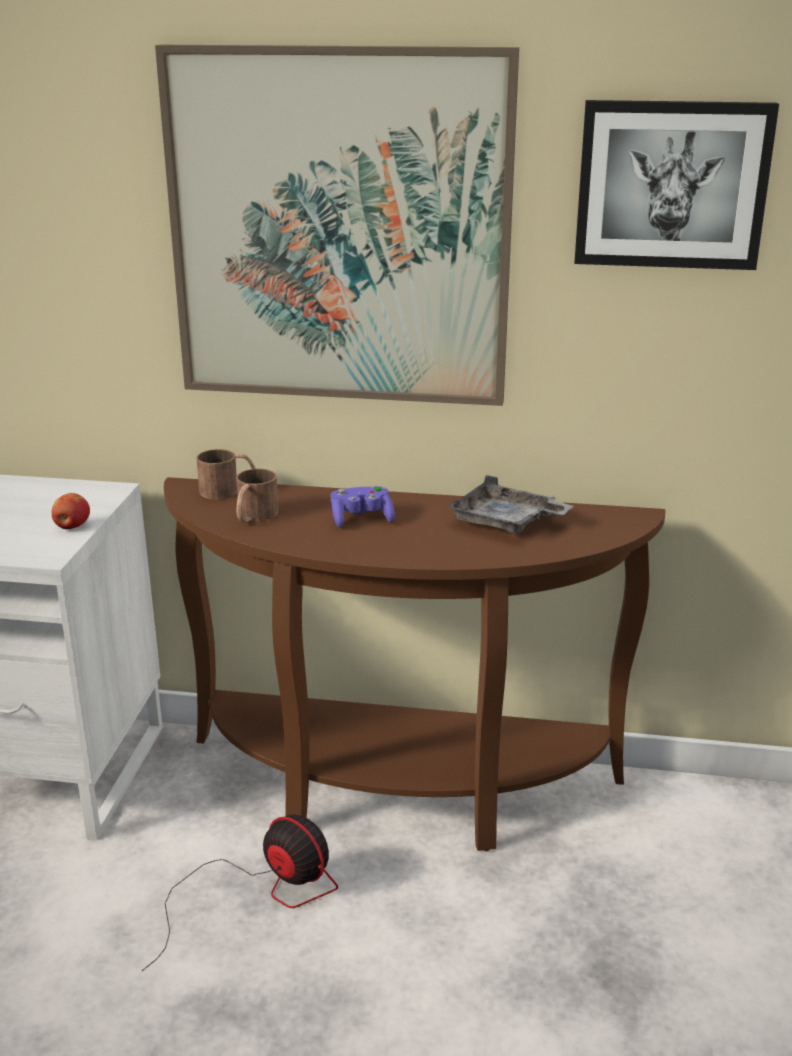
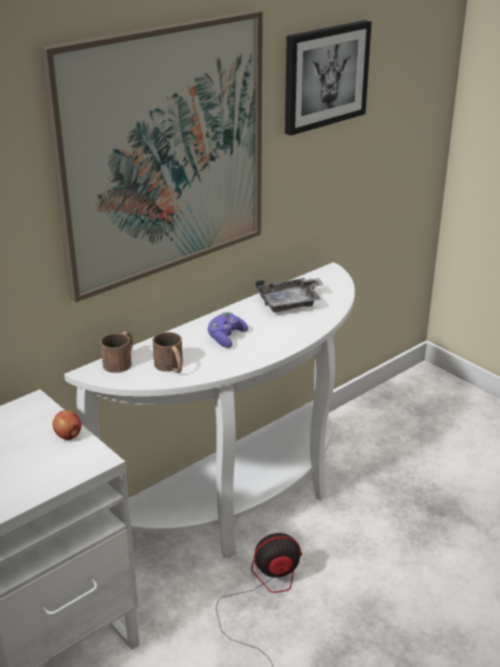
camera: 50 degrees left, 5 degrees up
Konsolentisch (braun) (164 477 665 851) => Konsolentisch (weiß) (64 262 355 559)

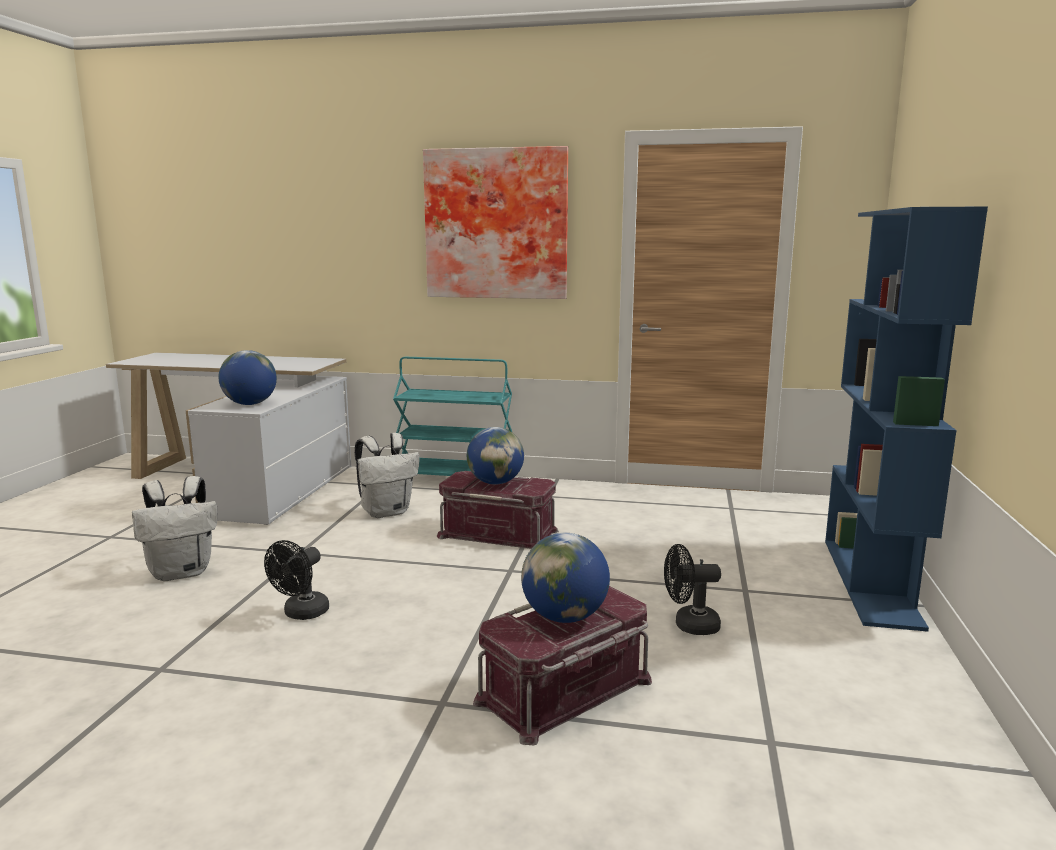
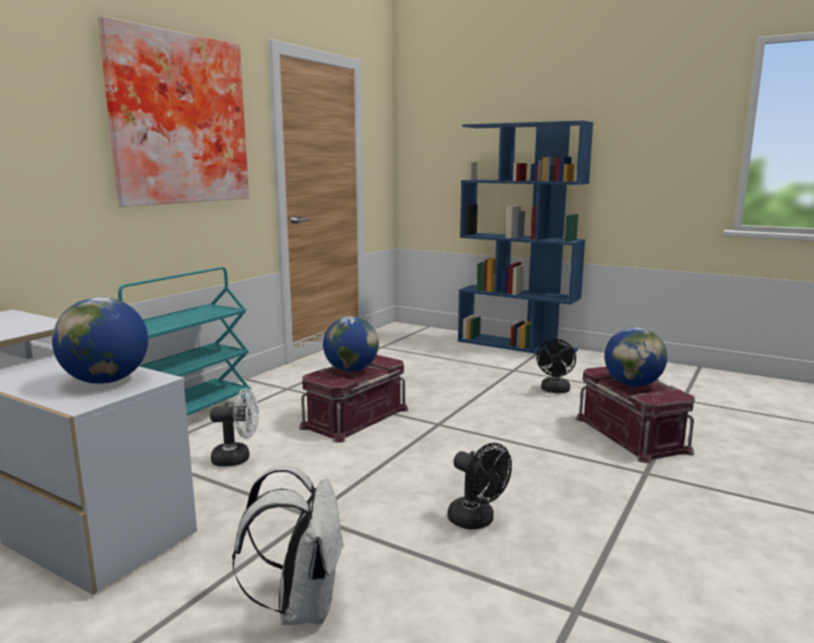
camera: 70 degrees left, 0 degrees up
Rucksack (weiß) (355 433 420 518) => Ventilator (weiß) (210 388 259 467)

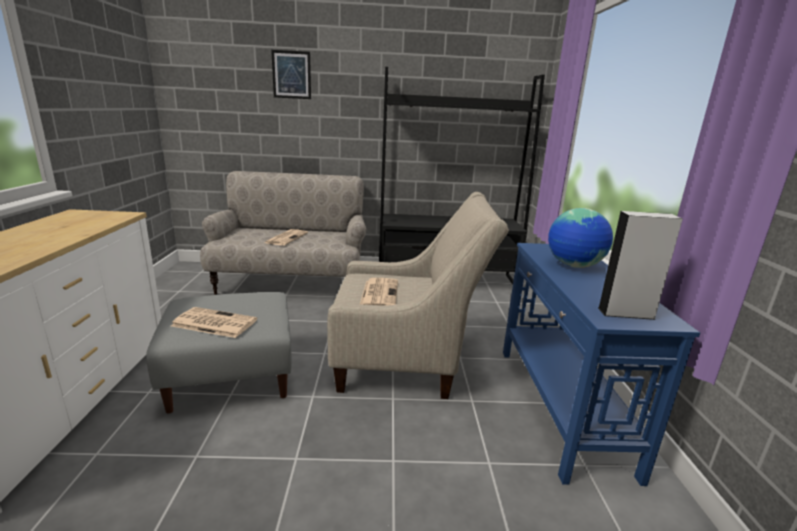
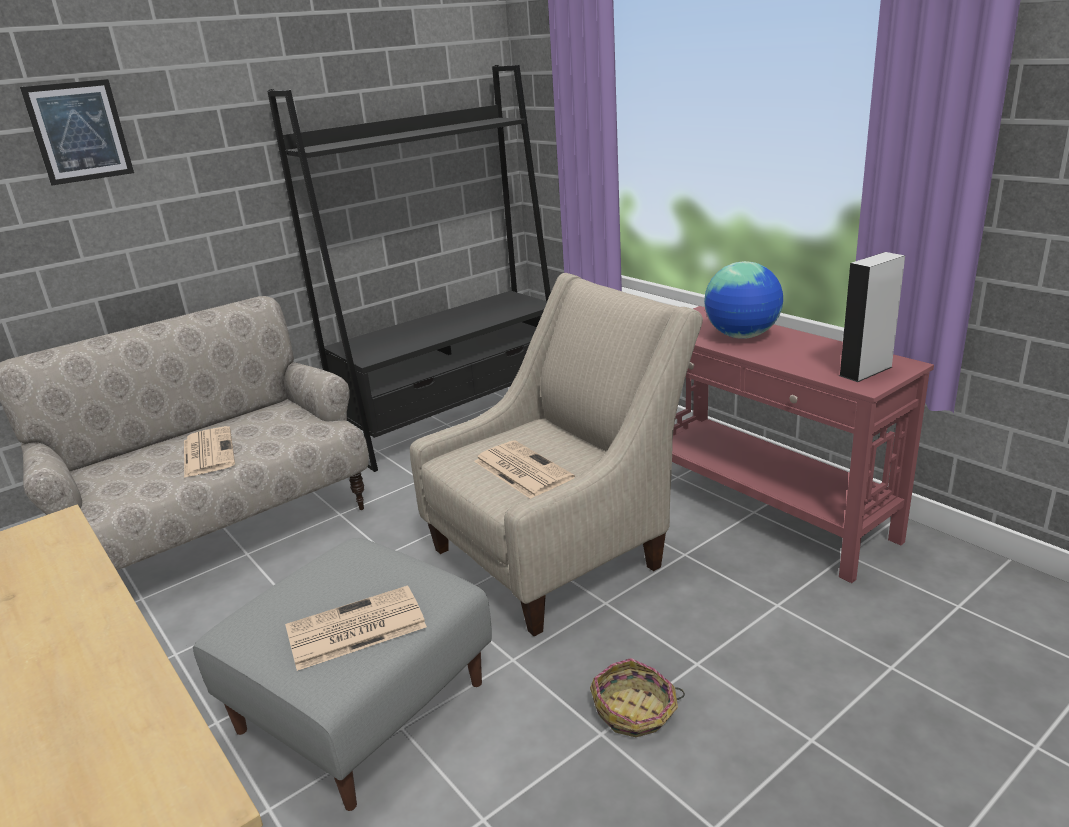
camera: 35 degrees left, 5 degrees up
nothing => Korb (590 658 685 737)
Konsolentisch (blau) (503 243 700 486) => Konsolentisch (rot) (672 306 934 583)

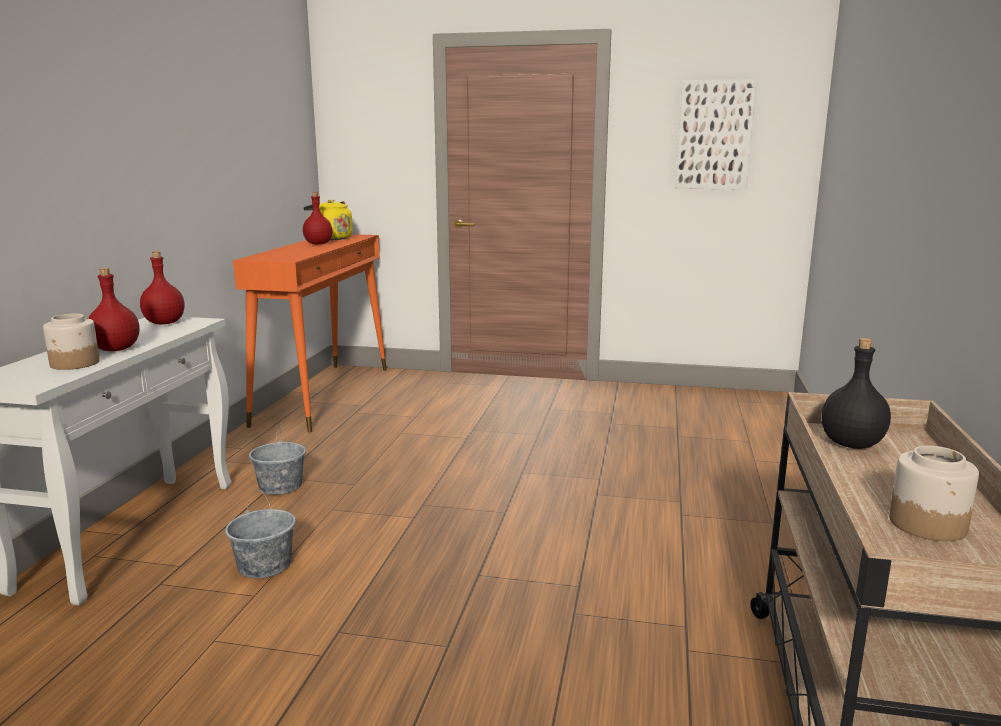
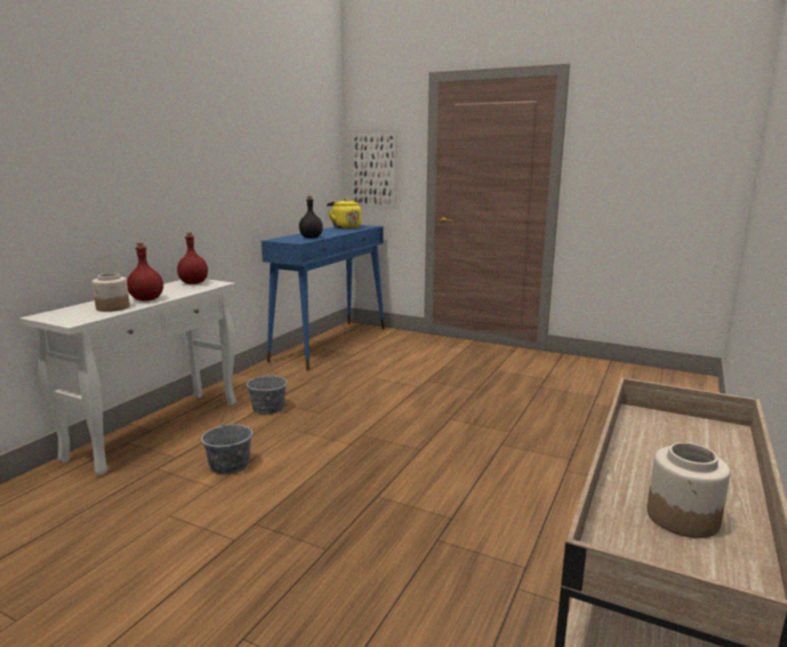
camera: 15 degrees right, 0 degrees up
Flasche (rot) (303 192 332 244) => nothing
Bild (676 79 756 190) => Bild (352 133 396 208), moved
Flasche (schwarz) (821 338 891 449) => Flasche (schwarz) (299 196 323 238), moved
Konsolentisch (orange) (233 234 387 432) => Konsolentisch (blau) (261 225 385 371)

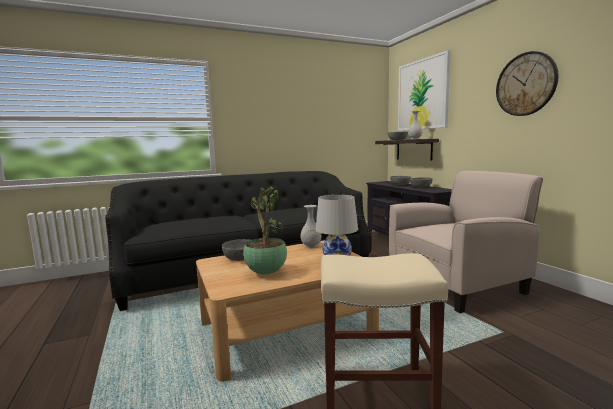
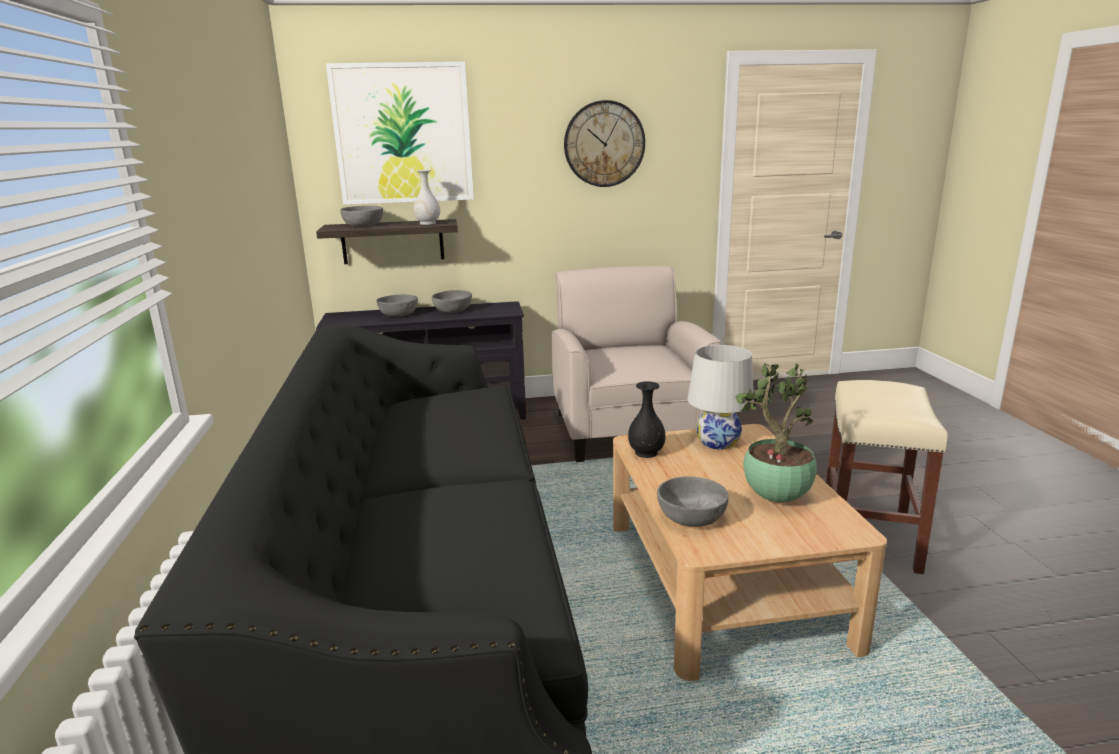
camera: 75 degrees left, 10 degrees up
Vase (weiß) (301 205 321 248) => Vase (schwarz) (628 381 666 458)

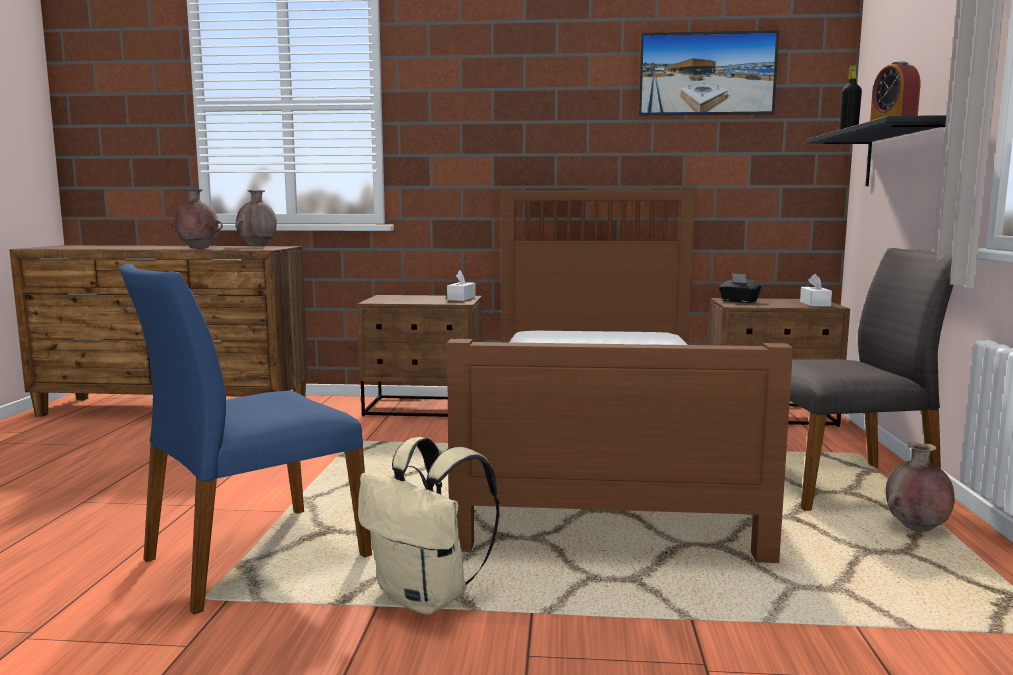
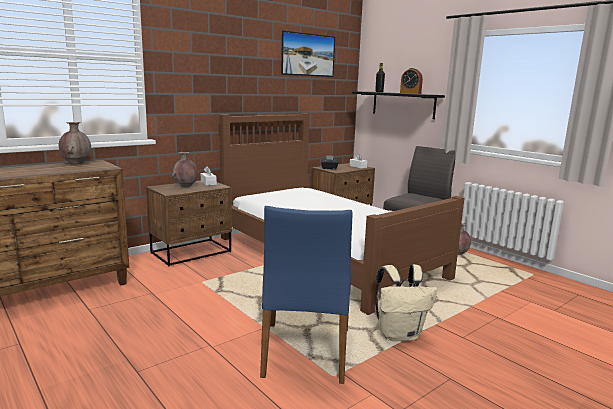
camera: 45 degrees left, 5 degrees up
Vase (braun) (171 189 223 249) => Vase (braun) (172 152 199 187), moved

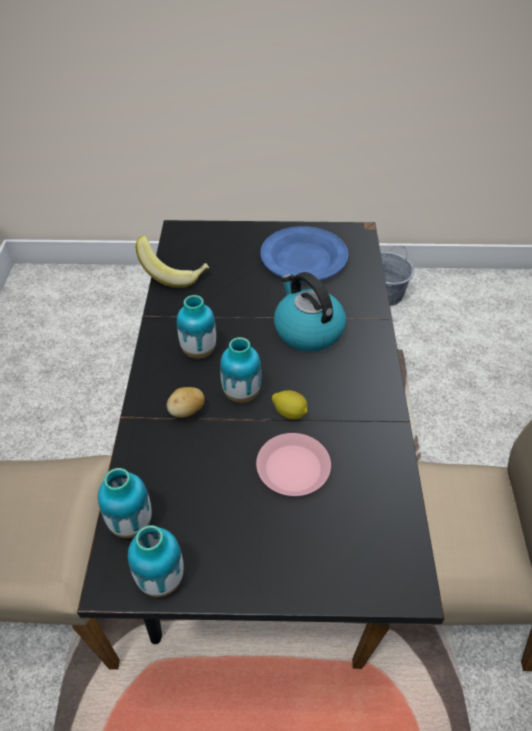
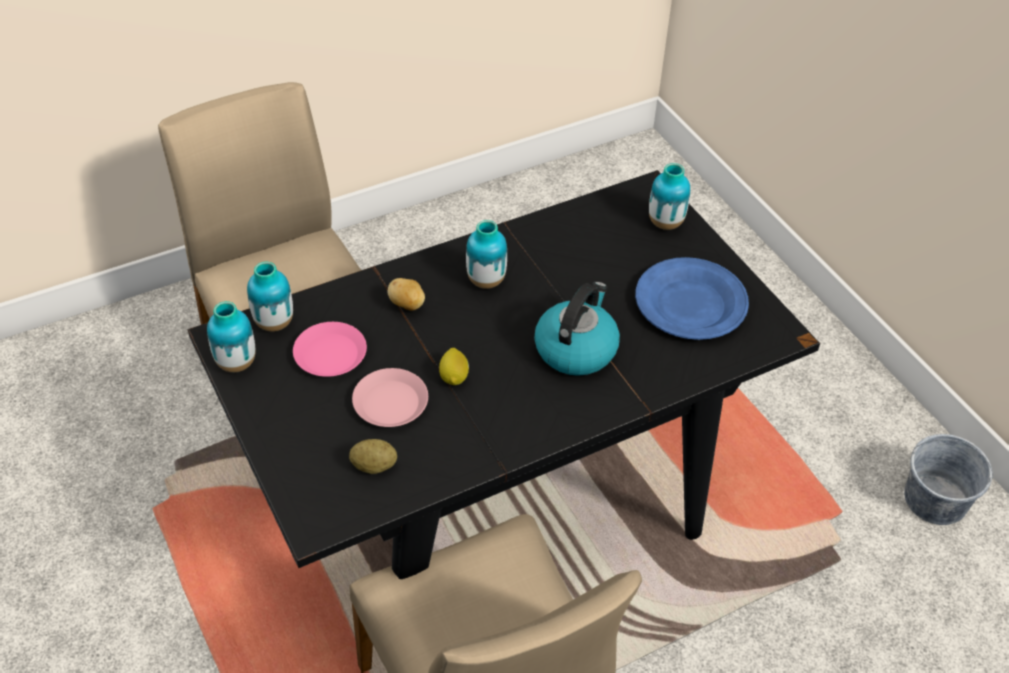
camera: 60 degrees right, 0 degrees up
Banane (136 236 209 288) => nothing
nothing => Teller (rosa) (293 322 367 377)
nothing => Kartoffel (349 439 397 474)
Vase (220 337 261 403) => Vase (649 163 690 230), moved

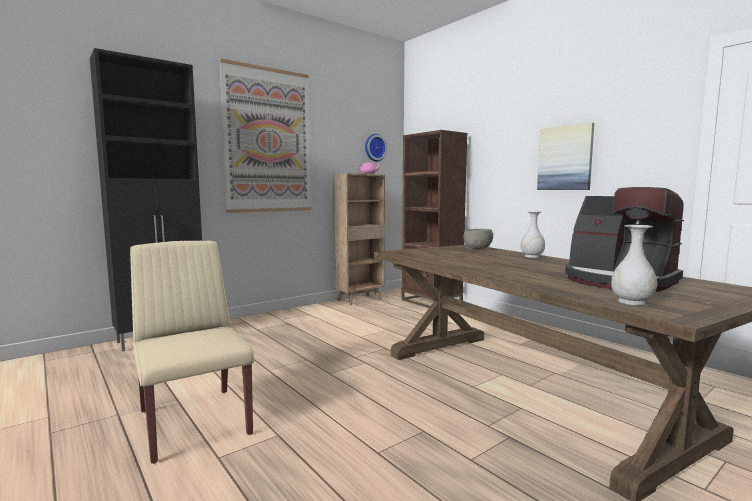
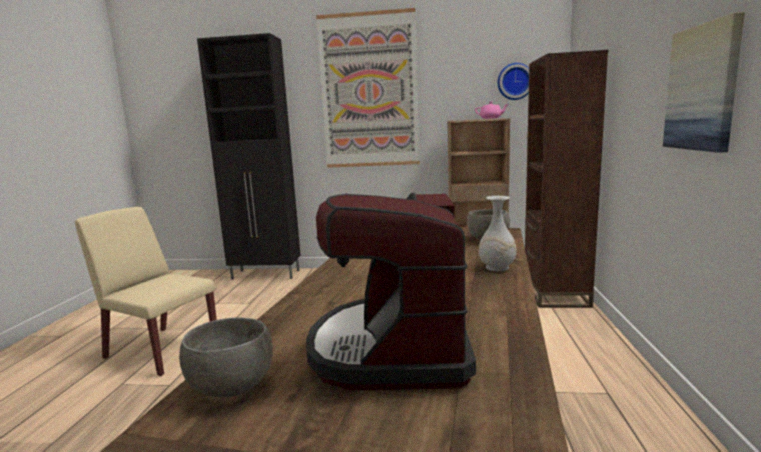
camera: 45 degrees right, 5 degrees up
Vase (weiß) (611 225 657 306) => Schüssel (grau) (179 318 273 397)
Stuhl (beige) (130 241 254 464) => Stuhl (beige) (75 207 217 377), 75 degrees counterclockwise

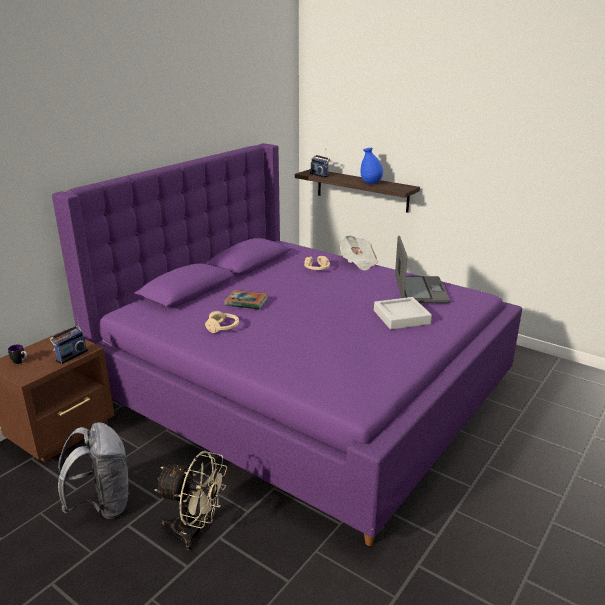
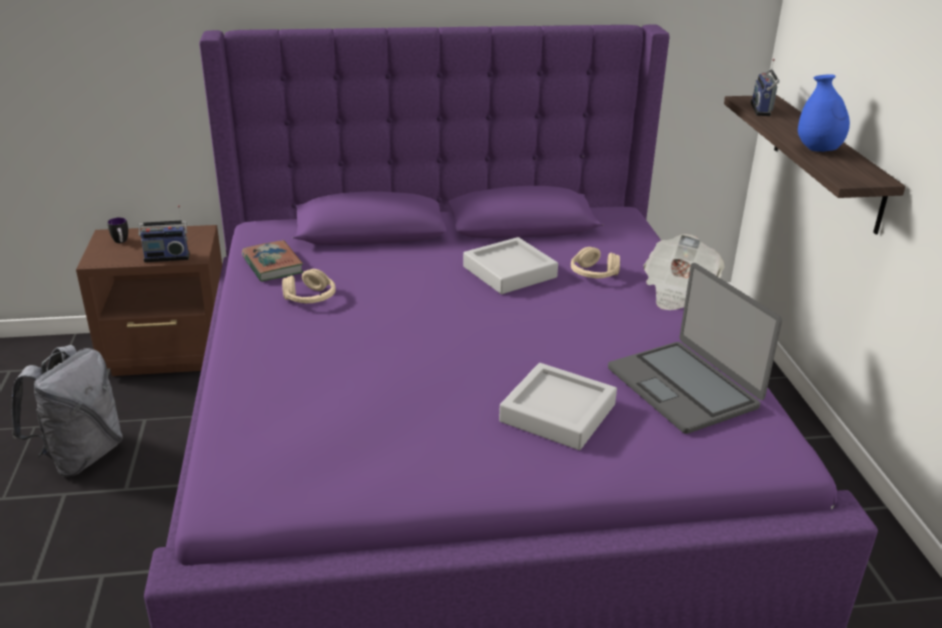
camera: 45 degrees right, 5 degrees up
Ventilator (beige) (155 451 227 551) => nothing
nothing => Tablett (grau) (463 237 558 294)
Buch (224 290 268 310) => Buch (242 240 303 282), moved
Laptop (395 236 450 303) => Laptop (608 263 782 434), 105 degrees clockwise

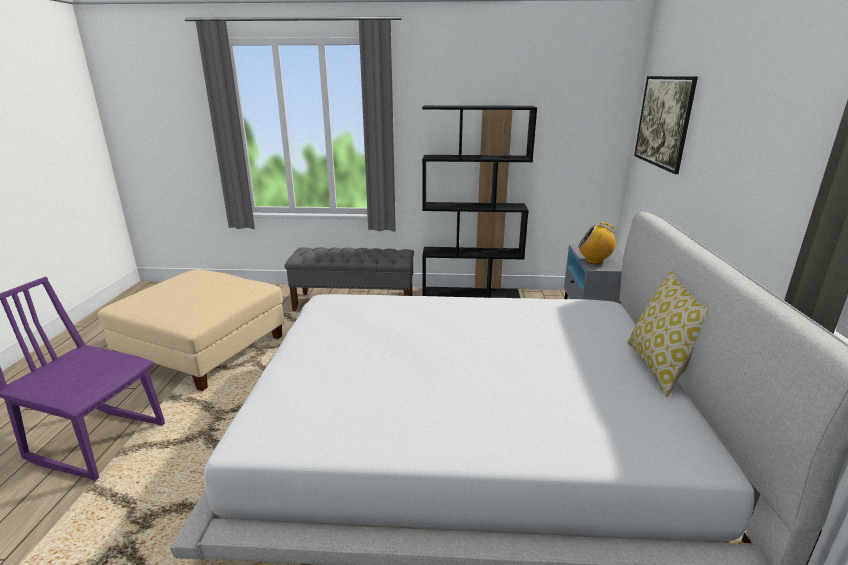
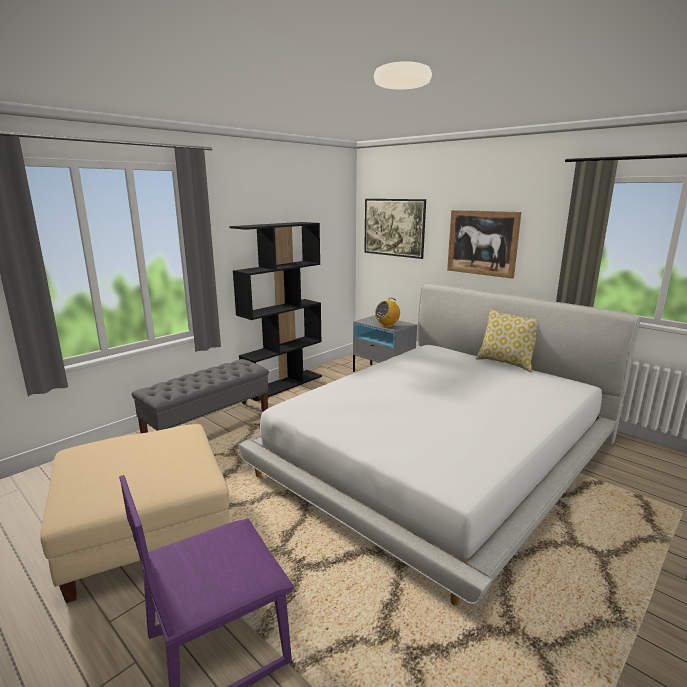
camera: 50 degrees left, 5 degrees down
nothing => Bild (447 210 521 279)

